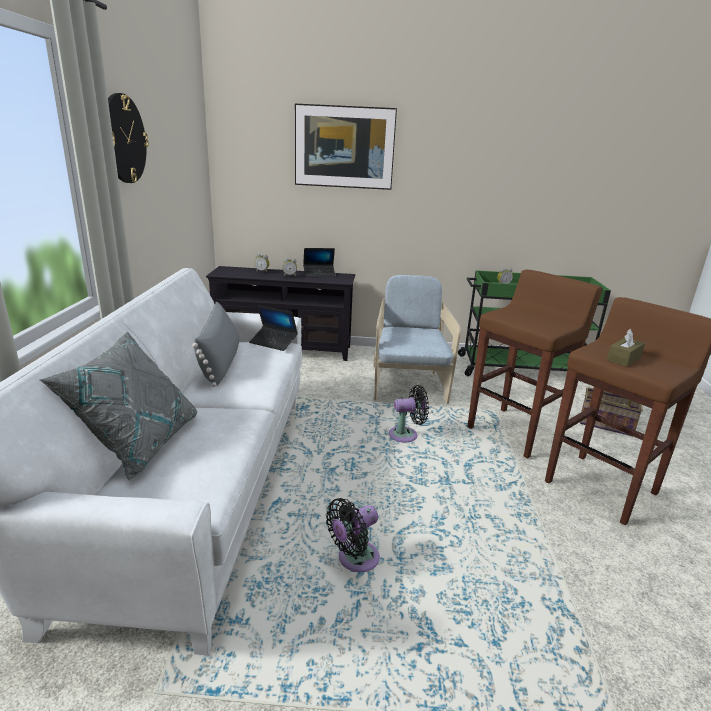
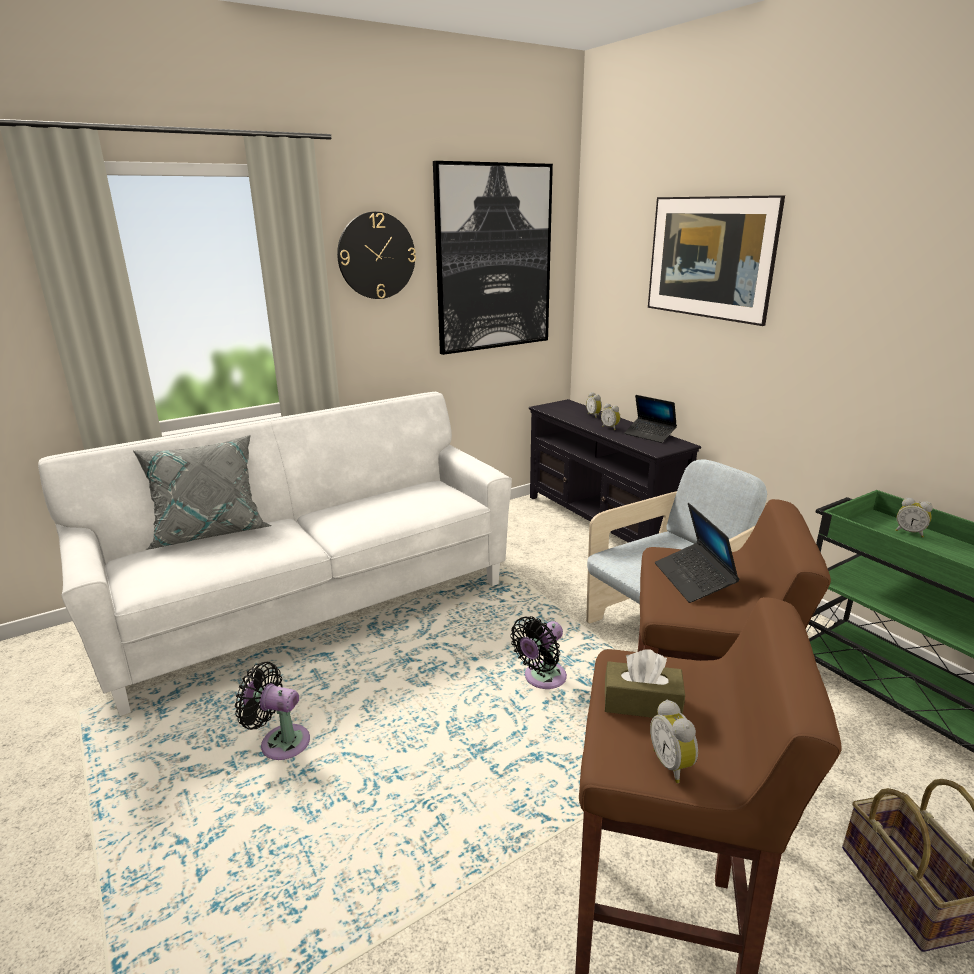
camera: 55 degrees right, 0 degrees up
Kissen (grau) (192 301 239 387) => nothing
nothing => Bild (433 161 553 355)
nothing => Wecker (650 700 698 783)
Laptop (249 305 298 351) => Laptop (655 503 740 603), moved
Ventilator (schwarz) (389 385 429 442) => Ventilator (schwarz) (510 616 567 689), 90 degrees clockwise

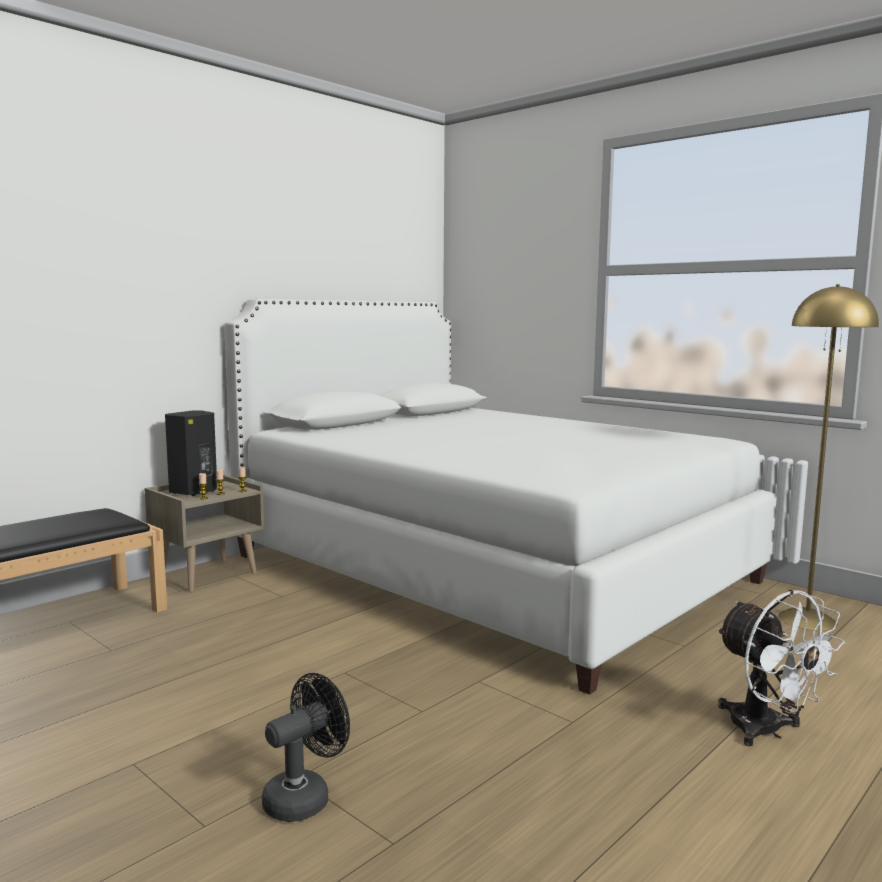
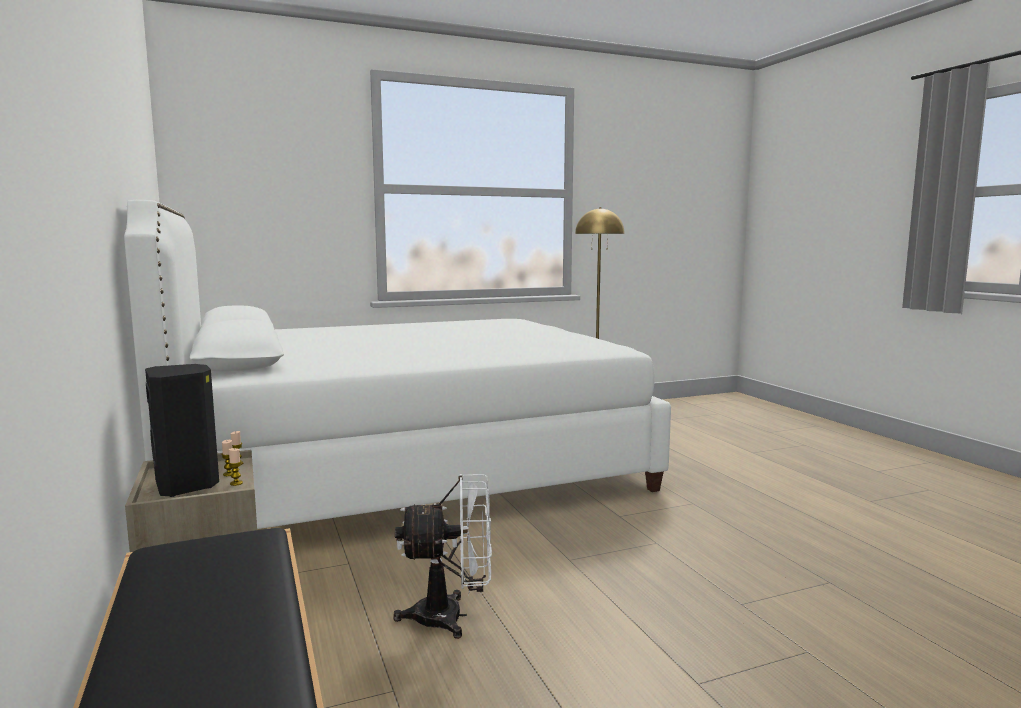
camera: 65 degrees left, 0 degrees up
Ventilator (schwarz) (262 673 350 822) => nothing
Ventilator (weiß) (717 590 845 746) => Ventilator (weiß) (393 474 492 639), moved

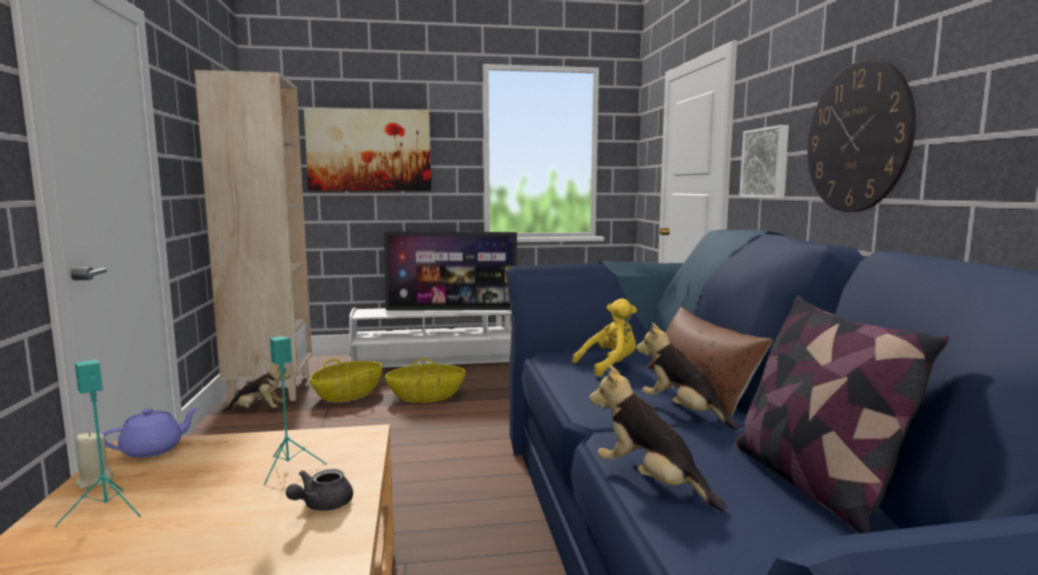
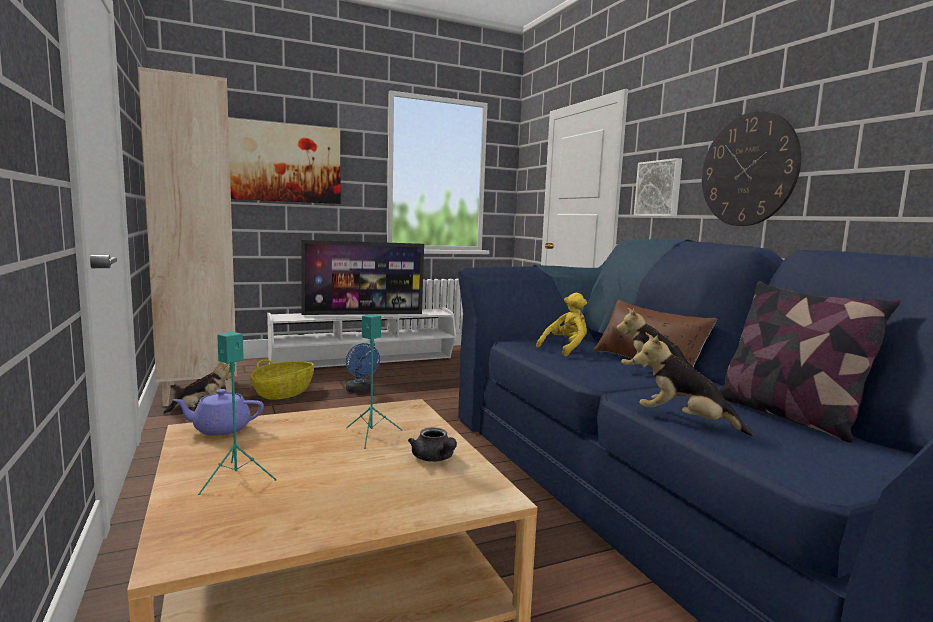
camera: 15 degrees left, 0 degrees up
Kerze (beige) (75 431 114 489) => nothing
Korb (386 358 465 403) => Ventilator (blau) (346 343 380 393)
Teekanne (lila) (102 407 200 458) => Teekanne (lila) (172 389 264 436), 135 degrees counterclockwise
Teekanne (grau) (286 469 353 511) => Teekanne (grau) (408 427 457 462), 45 degrees counterclockwise

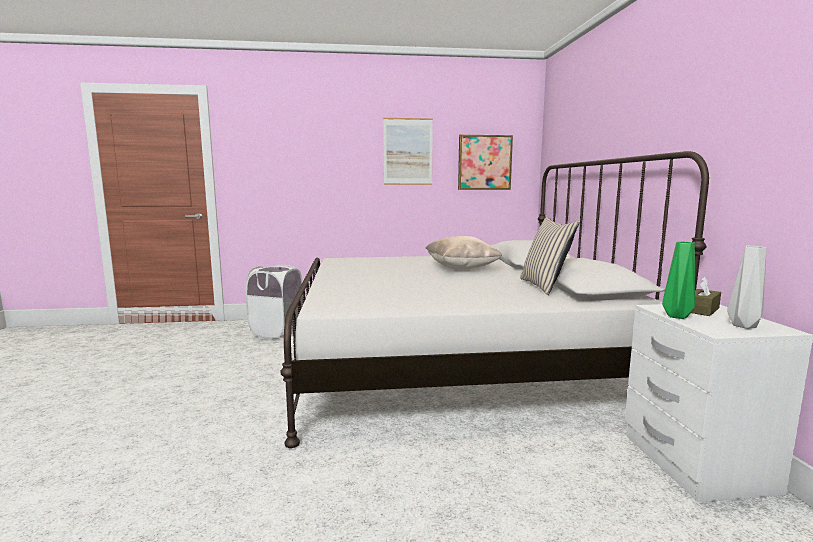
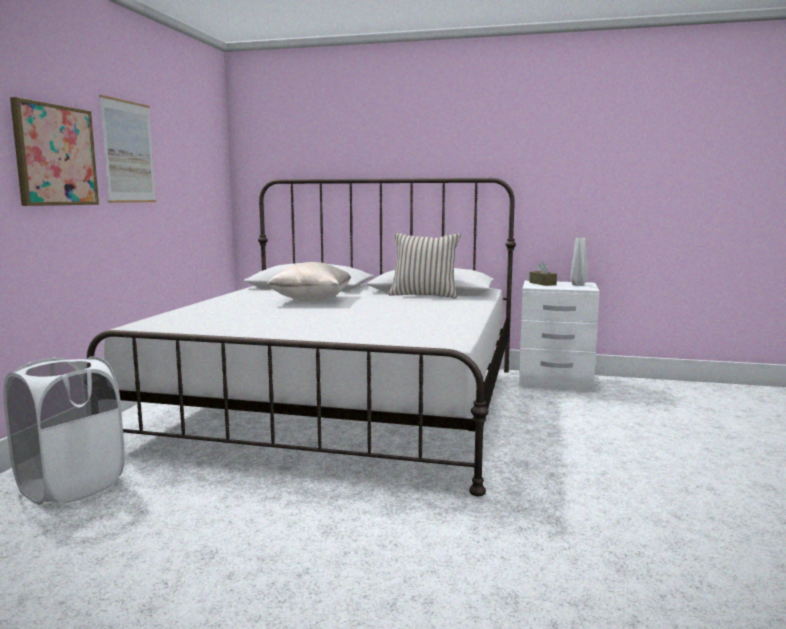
camera: 70 degrees left, 0 degrees up
Vase (grün) (662 242 695 319) => nothing
Bild (458 135 513 190) => Bild (10 97 99 206), moved

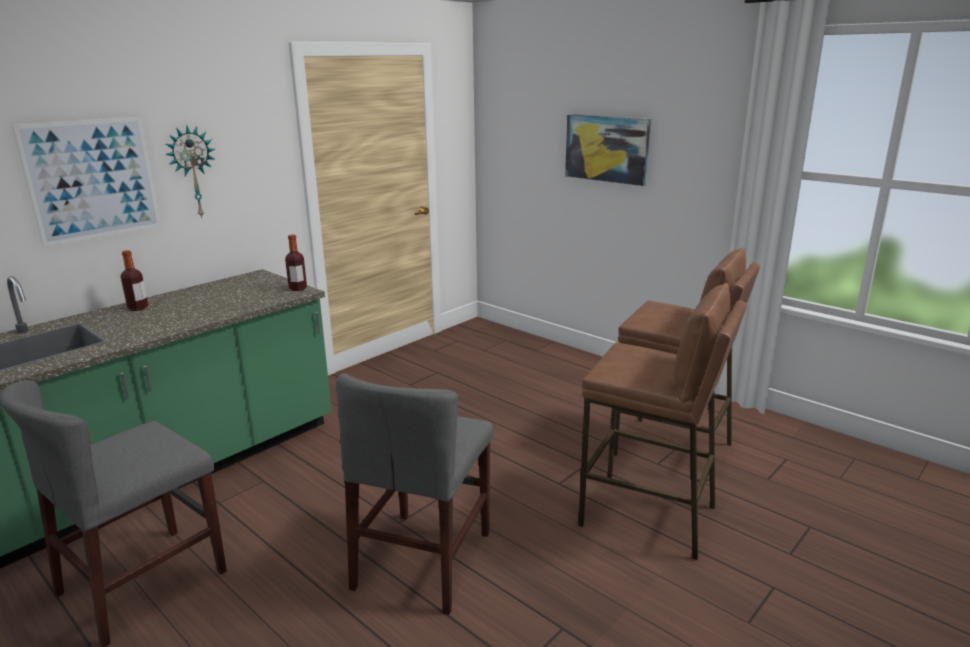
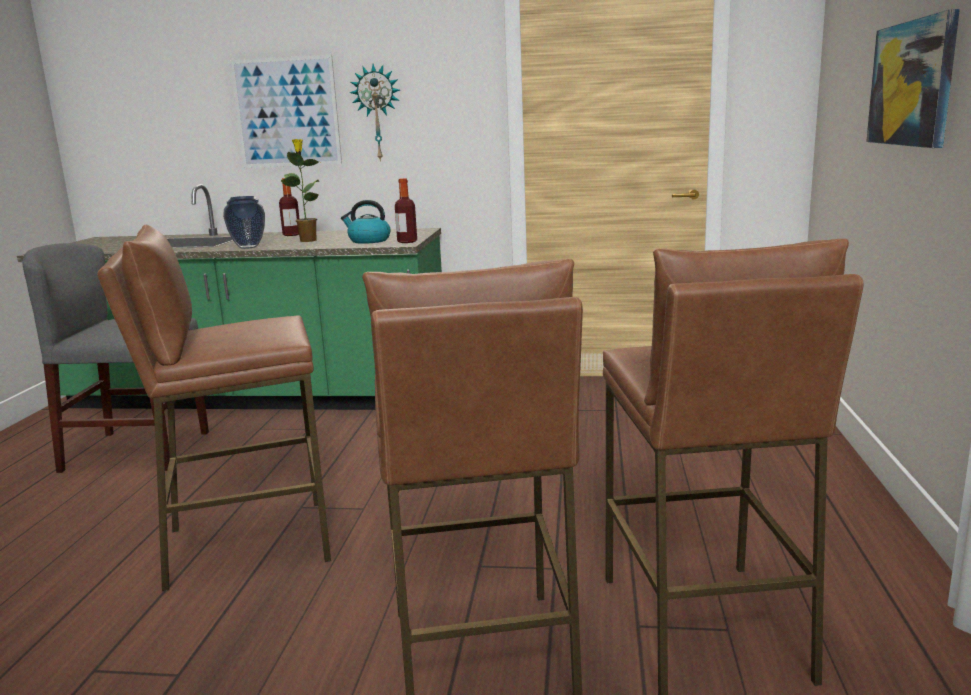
camera: 55 degrees right, 5 degrees down
nothing => Vase (223 196 265 249)
nothing => Topfpflanze (281 139 319 242)
nothing => Wasserkessel (341 200 391 244)
Stuhl (grau) (336 373 494 615) => Hocker (braun) (97 225 331 591)

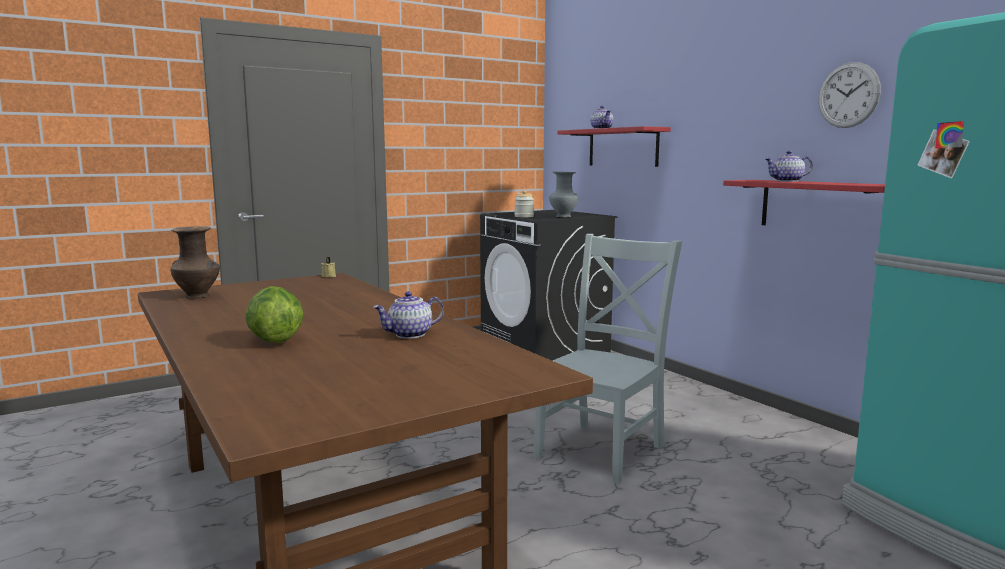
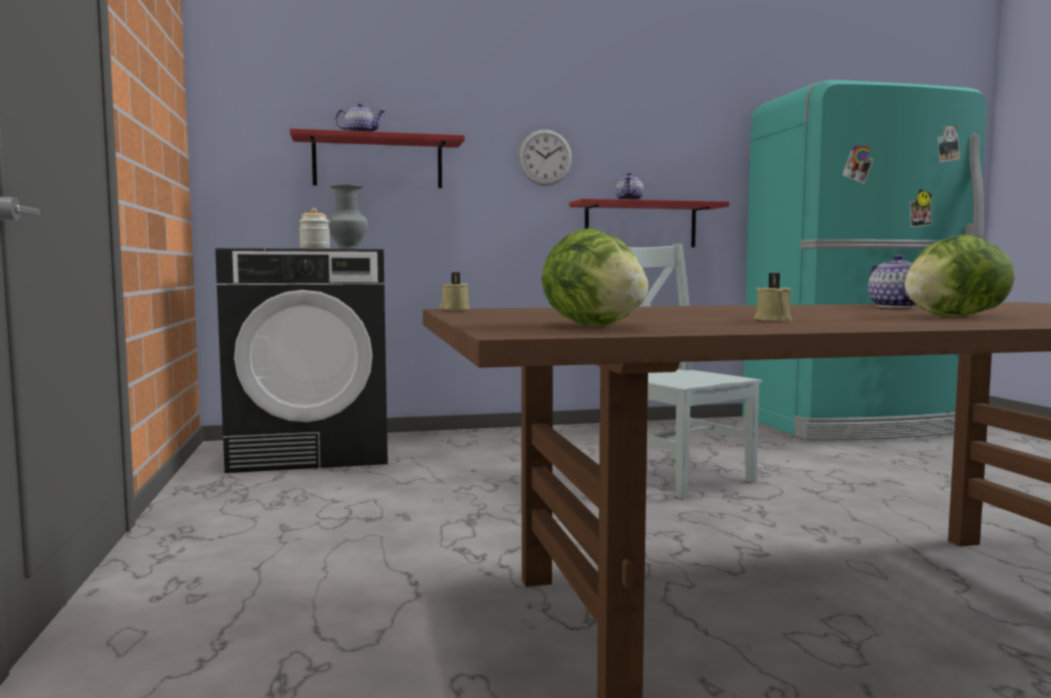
camera: 70 degrees left, 5 degrees down
nothing => Kerze (beige) (755 273 792 321)
Wanduhr (818 62 881 128) => Wanduhr (518 129 572 186), moved
Vase (braun) (170 226 220 299) => Salatkopf (541 228 649 326)

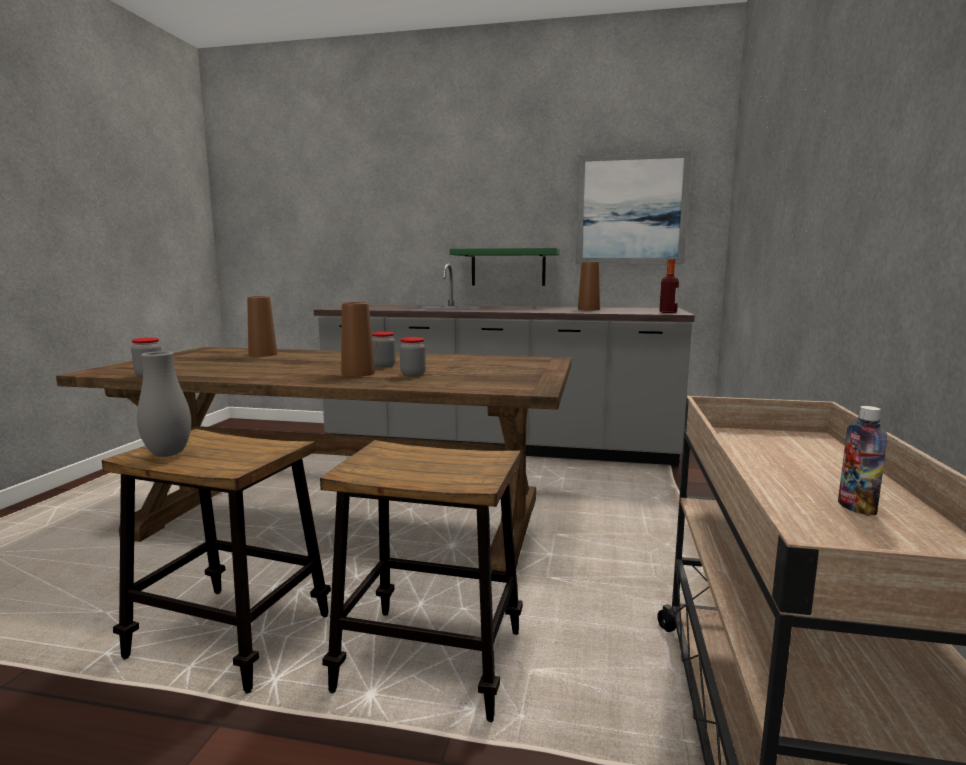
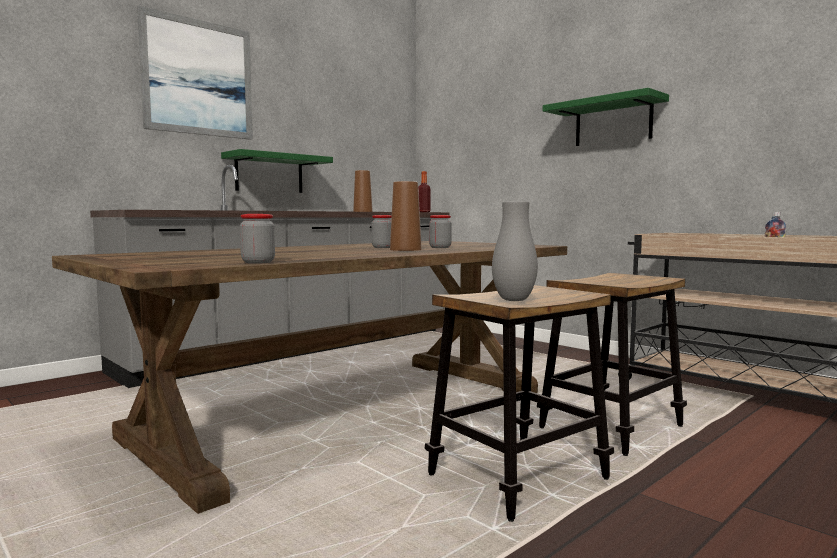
camera: 55 degrees left, 5 degrees down
Vase (braun) (247 296 277 357) => nothing
nothing => Wandregal (grün) (543 88 669 146)
Bild (576 150 692 264) => Bild (137 5 253 140), moved

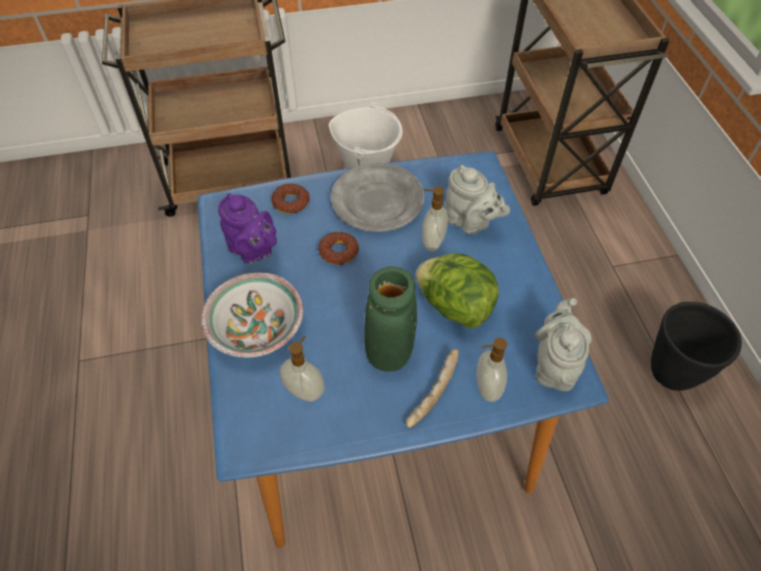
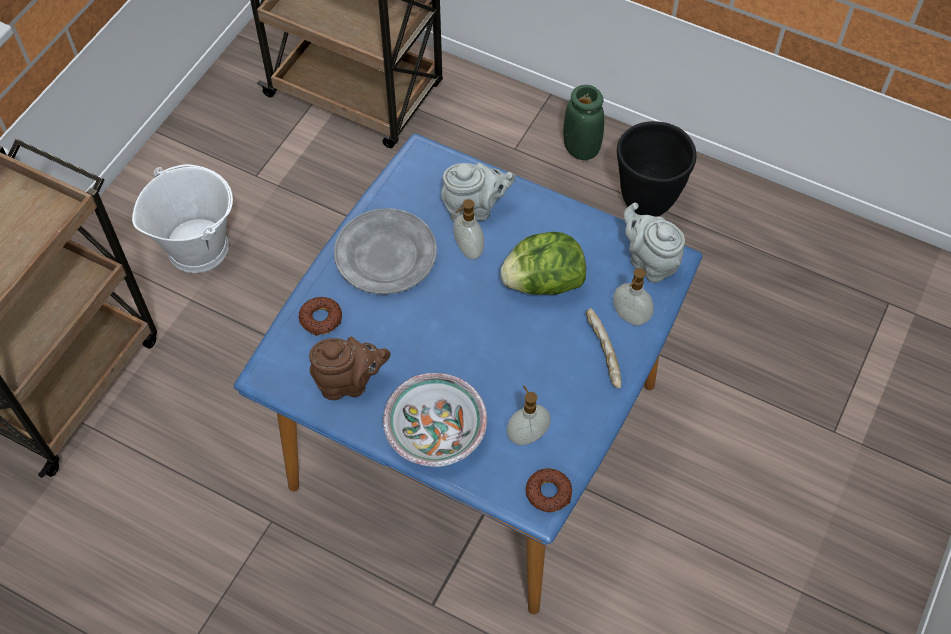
camera: 50 degrees left, 5 degrees up
Donut (318 232 359 266) => Donut (525 468 572 512), moved
Vase (grün) (365 266 417 372) => Vase (grün) (563 85 604 160), moved
Teekanne (lila) (218 193 277 264) => Teekanne (braun) (309 337 391 400)

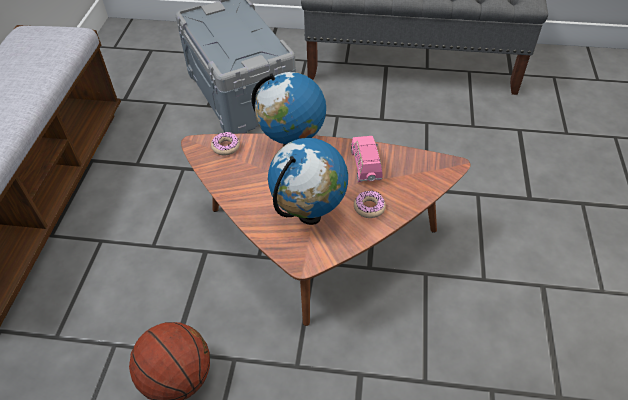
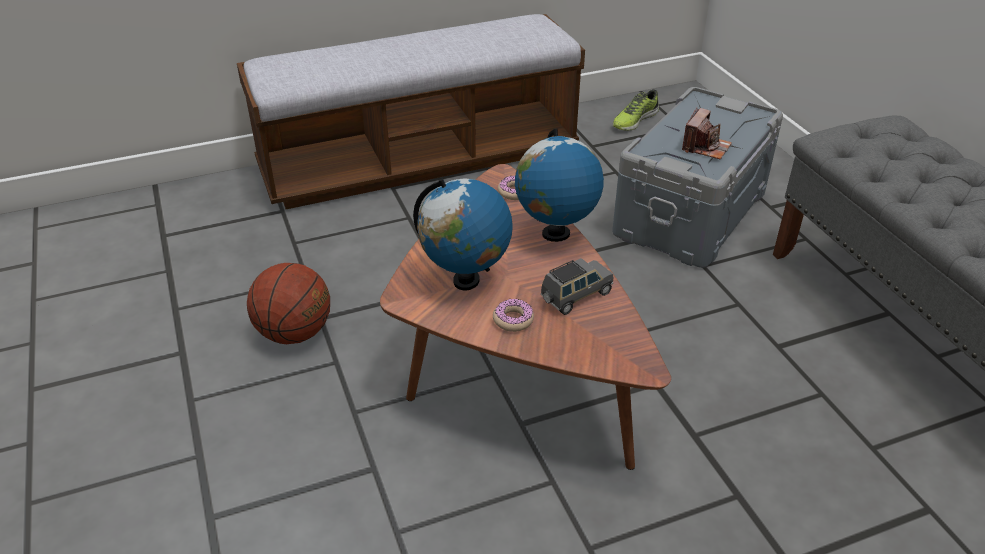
camera: 60 degrees right, 10 degrees down
nothing => Schuh (613 90 659 131)
nothing => Kamera (682 108 732 159)
Spielzeugauto (rosa) (351 136 382 182) => Spielzeugauto (grau) (541 258 613 315)

